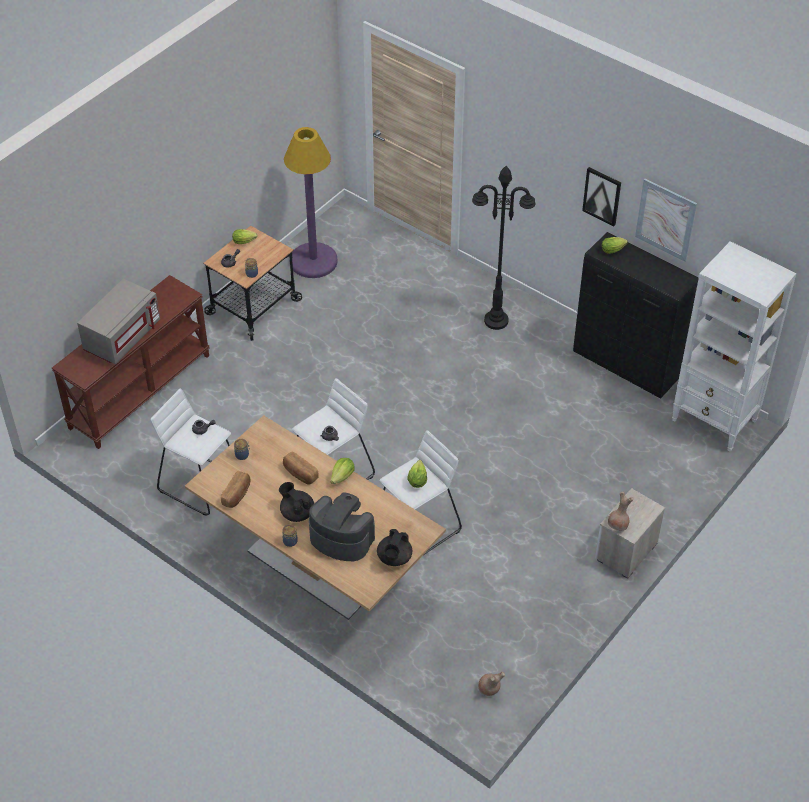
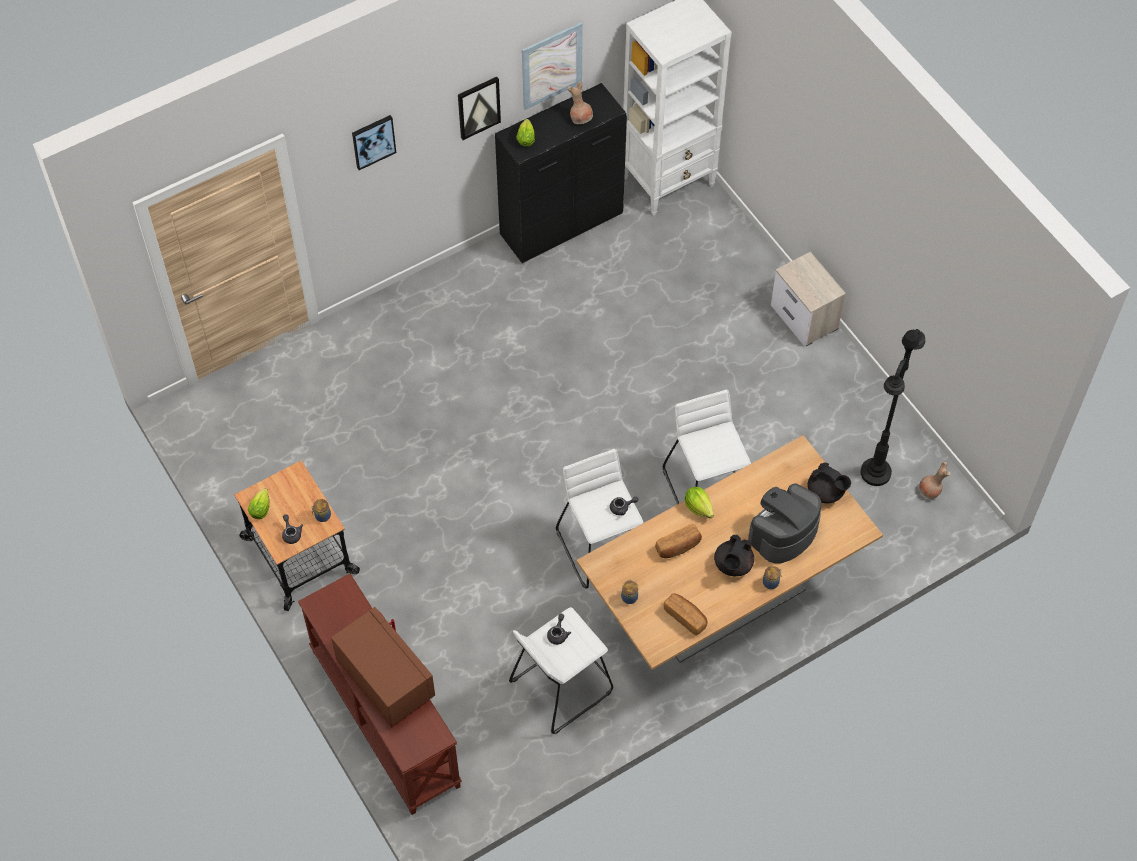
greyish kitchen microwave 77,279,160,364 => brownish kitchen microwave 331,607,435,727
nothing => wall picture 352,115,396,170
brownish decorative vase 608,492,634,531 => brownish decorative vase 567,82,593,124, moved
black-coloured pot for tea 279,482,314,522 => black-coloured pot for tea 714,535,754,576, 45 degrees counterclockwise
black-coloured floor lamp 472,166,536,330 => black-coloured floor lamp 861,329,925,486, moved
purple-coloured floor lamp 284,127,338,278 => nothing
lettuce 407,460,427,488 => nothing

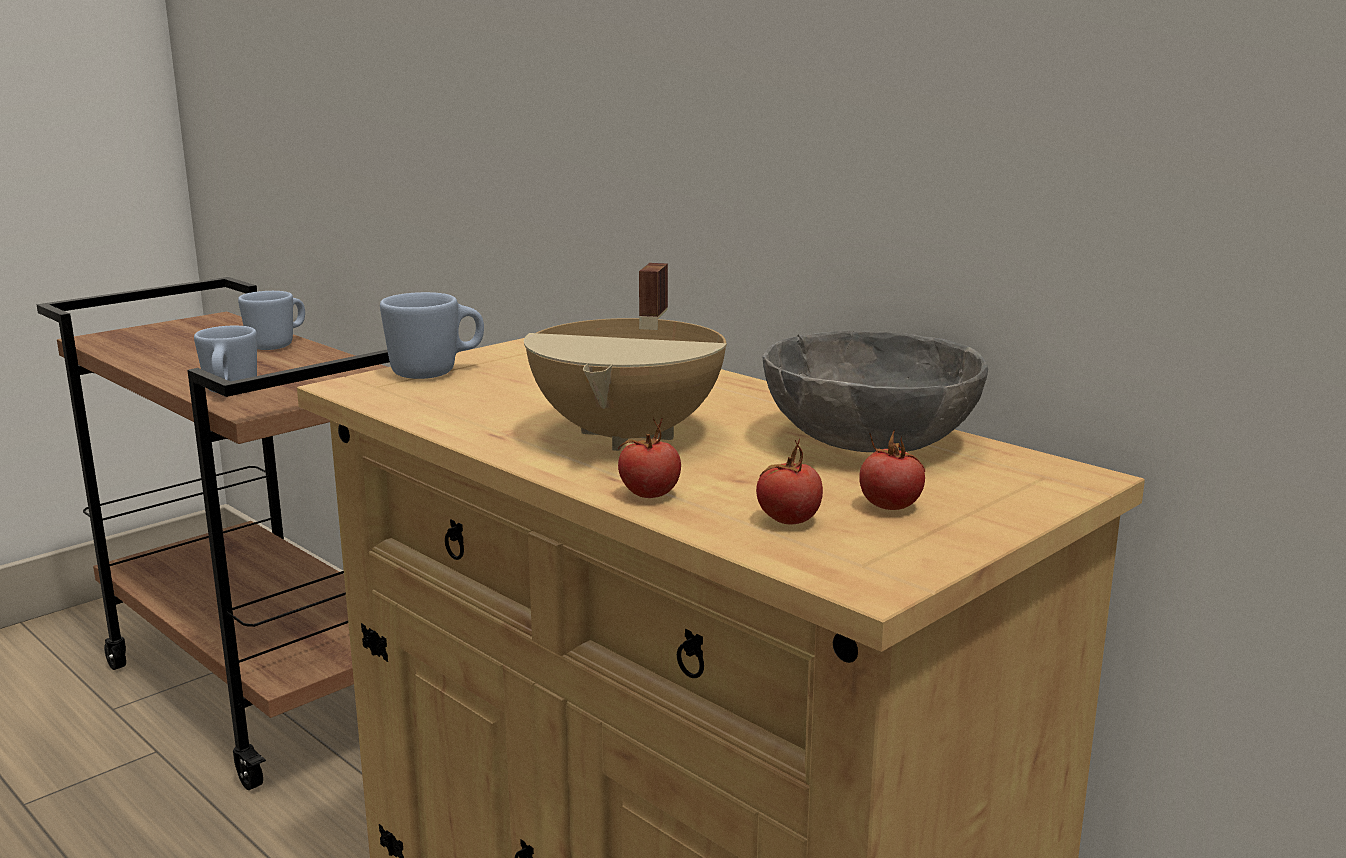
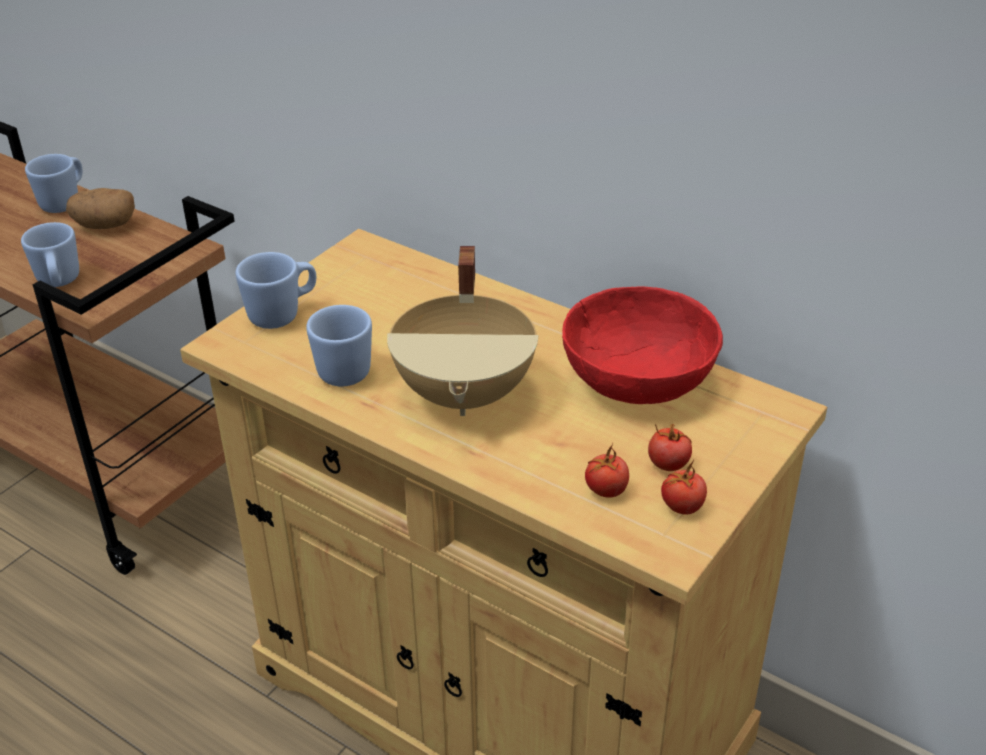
nothing => potato 66,188,135,229
nothing => bluish coffee mug 306,305,372,386
greyish serving bowl 763,330,988,453 => reddish serving bowl 562,286,723,404
tomato 618,418,681,498 => tomato 661,460,707,515, moved

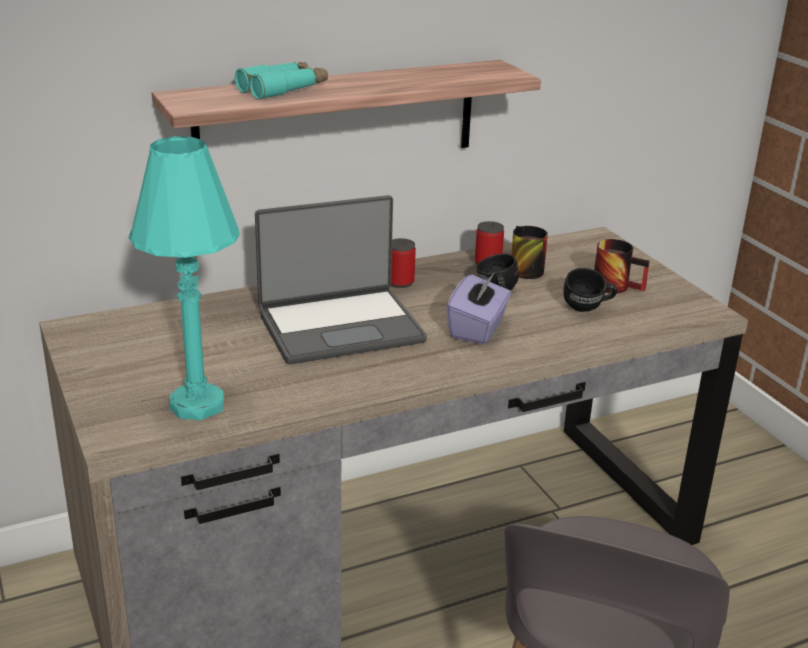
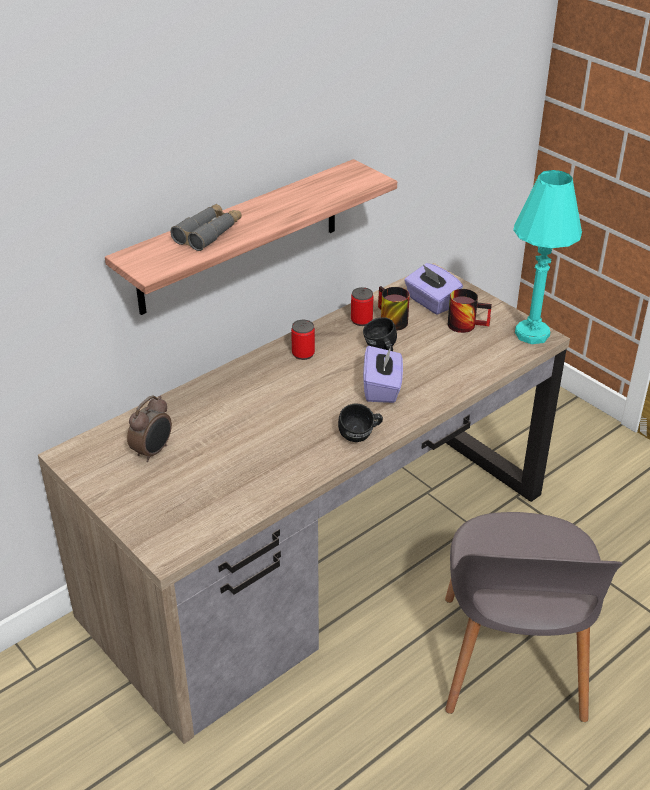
nothing => table clock 127,395,172,462
turquoise binoculars 235,62,328,100 => greyish binoculars 171,204,242,251
black-coloured coffee mug 563,268,617,312 => black-coloured coffee mug 338,403,383,442, moved
nothing => purple-coloured box of tissues 404,263,463,315
turquoise tabletop lamp 128,136,240,420 => turquoise tabletop lamp 513,170,582,344, moved
portable computer 255,195,427,364 => nothing

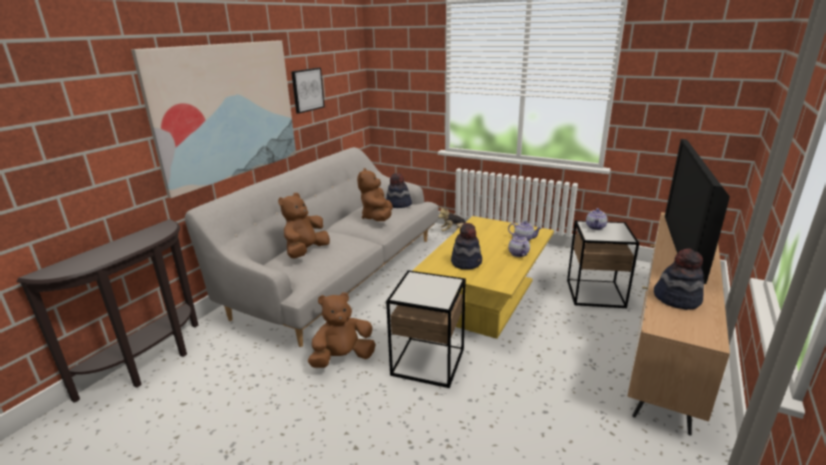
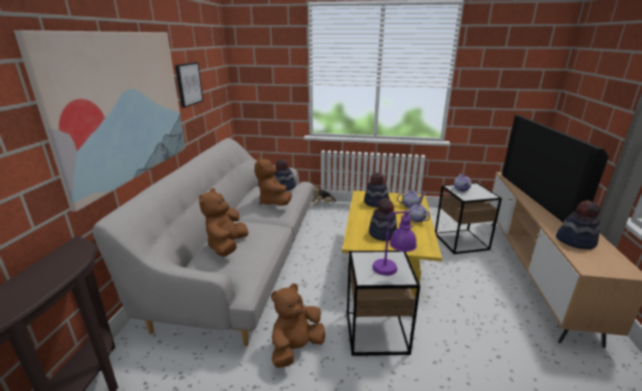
nothing => clothing hat 364,173,390,207
nothing => purple-coloured tabletop lamp 372,210,418,276

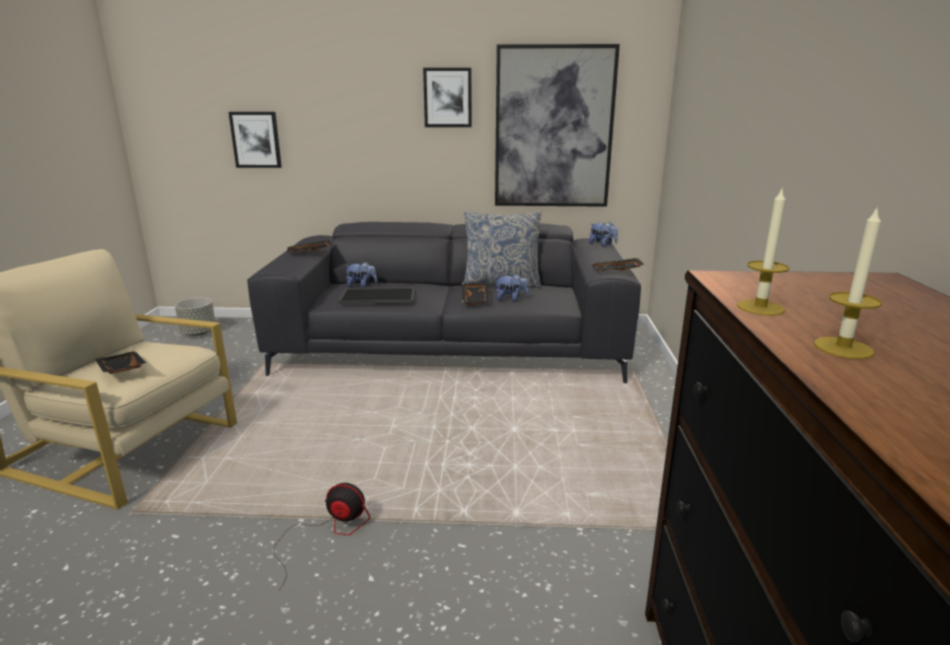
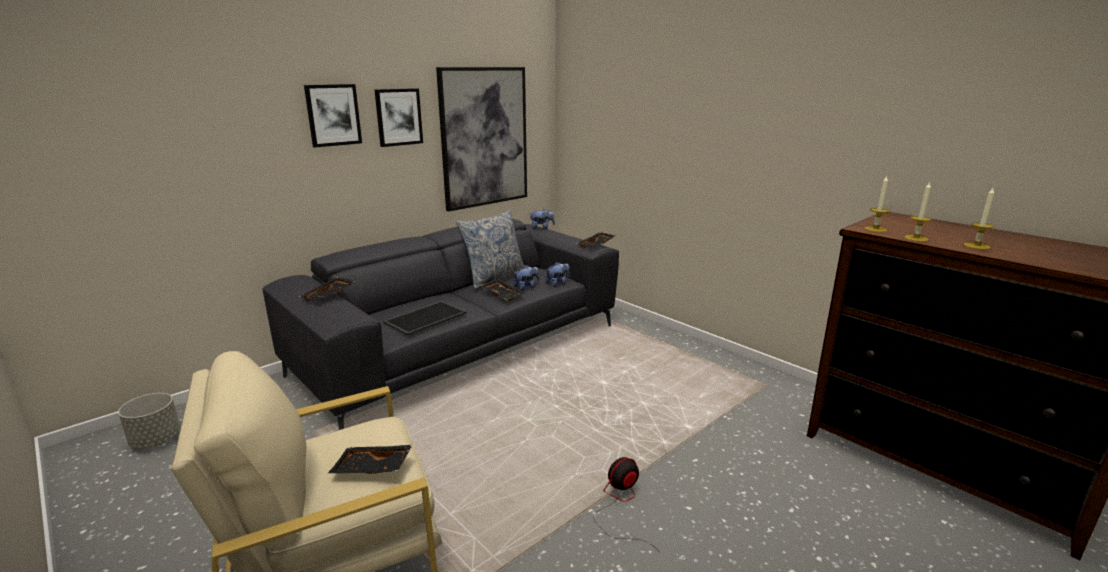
wall picture 229,112,282,168 => wall picture 304,84,362,148, moved
soft toy 346,261,377,288 => soft toy 545,262,570,287, moved
nothing => candle 865,176,890,232

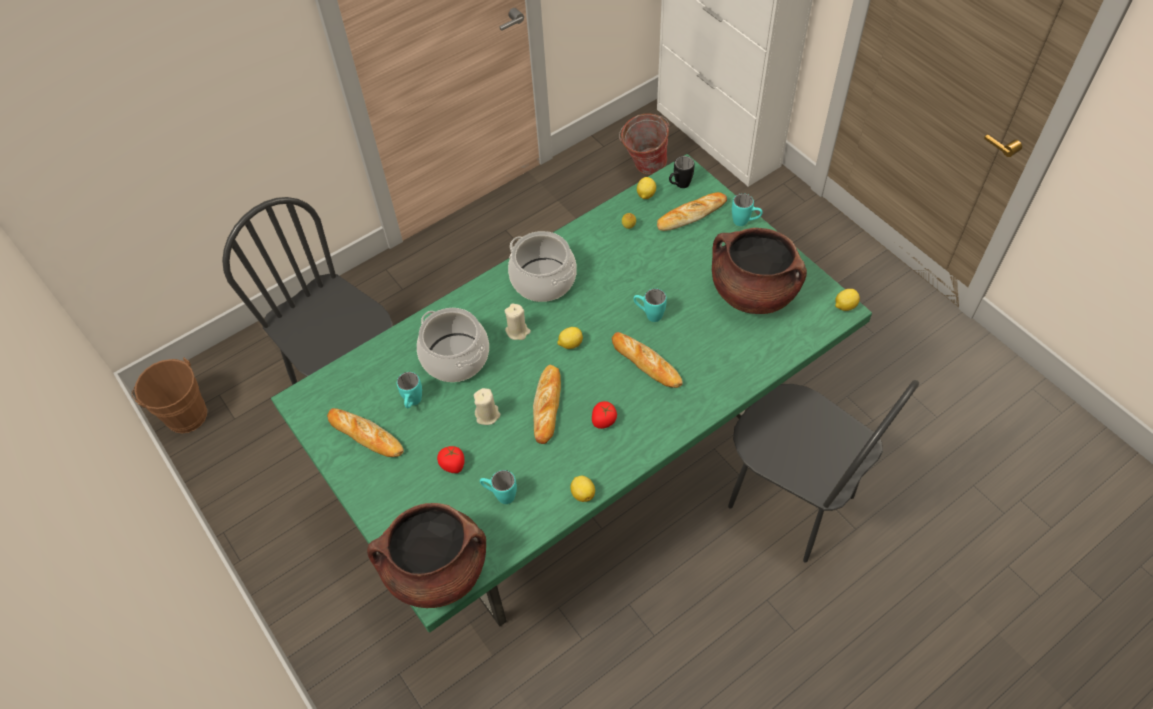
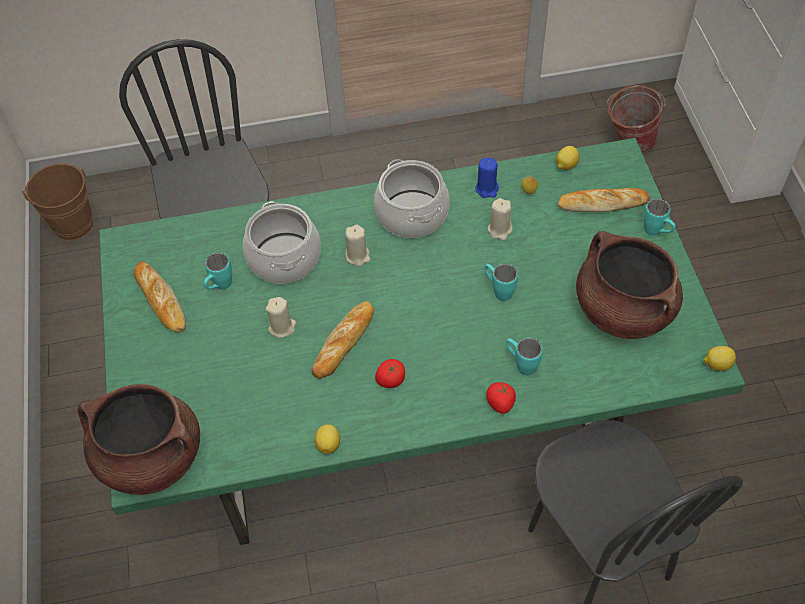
nothing => bluish candle 475,158,499,198
tomato 437,446,464,473 => tomato 486,382,516,414, moved
nothing => beige-coloured candle 488,198,513,240
turquoise coffee mug 480,470,517,504 => turquoise coffee mug 506,338,543,376, moved
whole lemon 557,327,583,349 => nothing
bread 612,332,683,388 => nothing
black-coloured coffee mug 669,156,695,188 => nothing

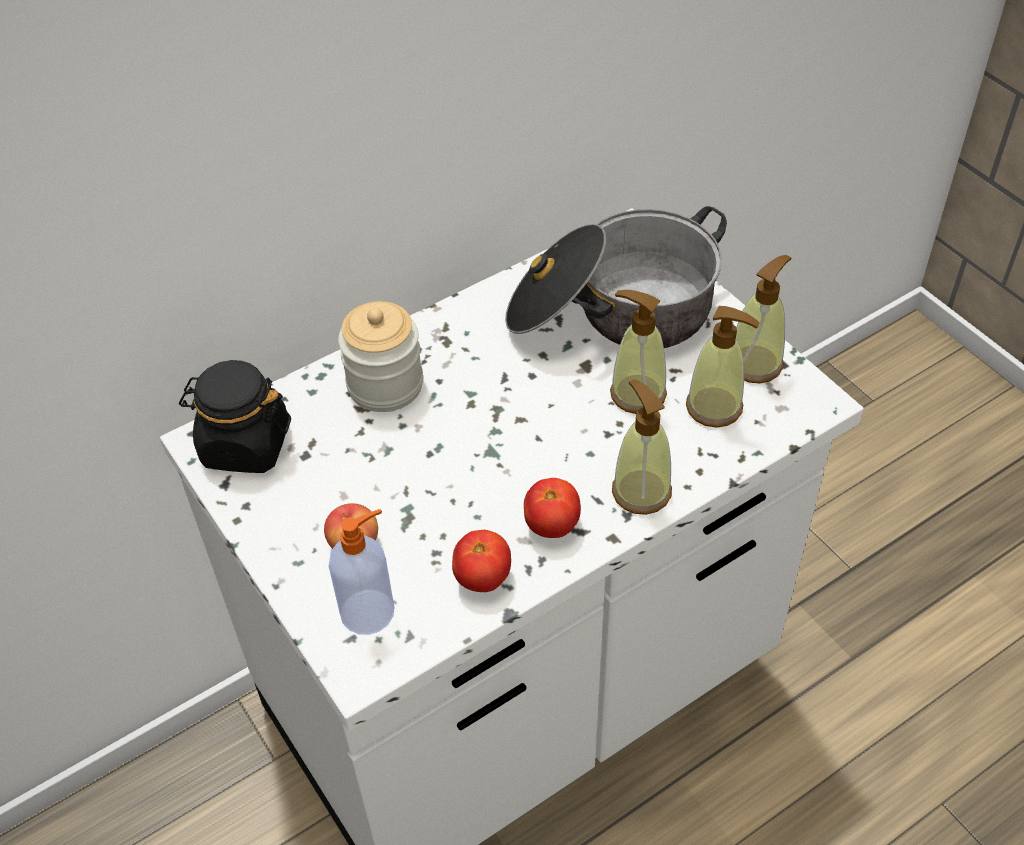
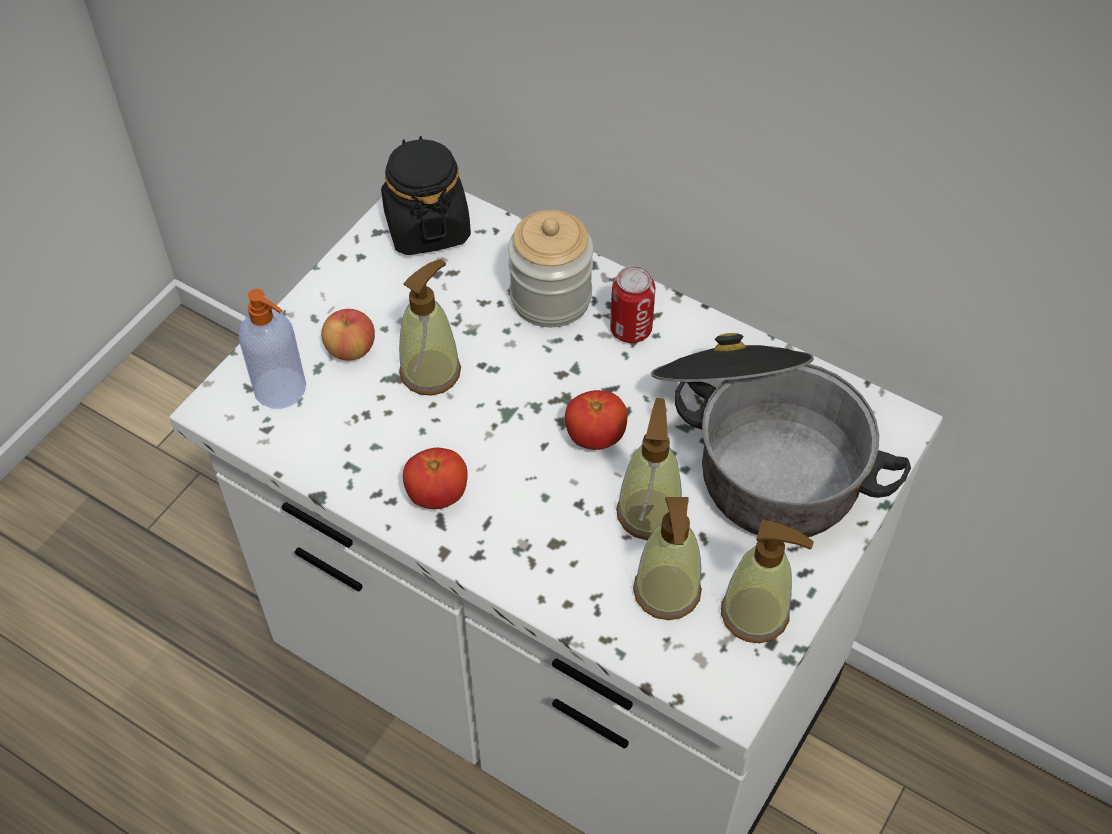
soap dispenser 612,379,672,515 => soap dispenser 399,259,461,396, moved
tomato 452,530,511,592 => tomato 565,390,627,450, moved
nothing => metal can 610,266,655,343

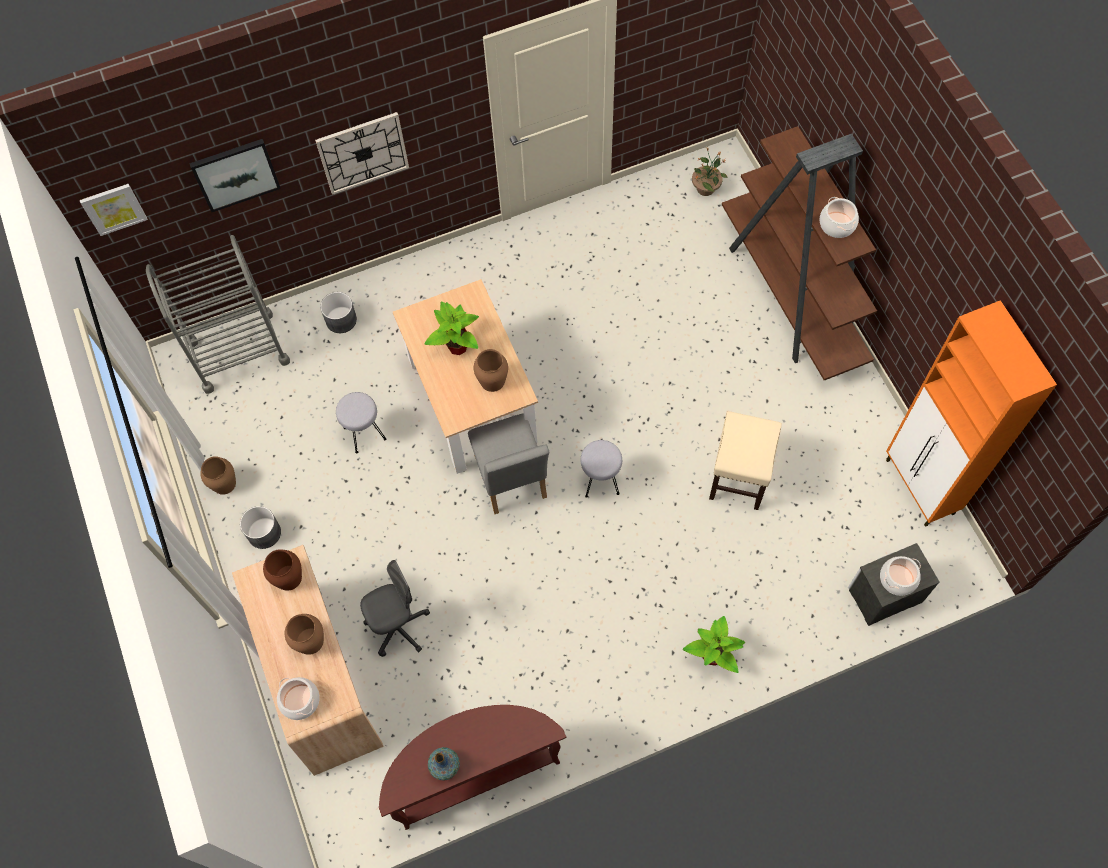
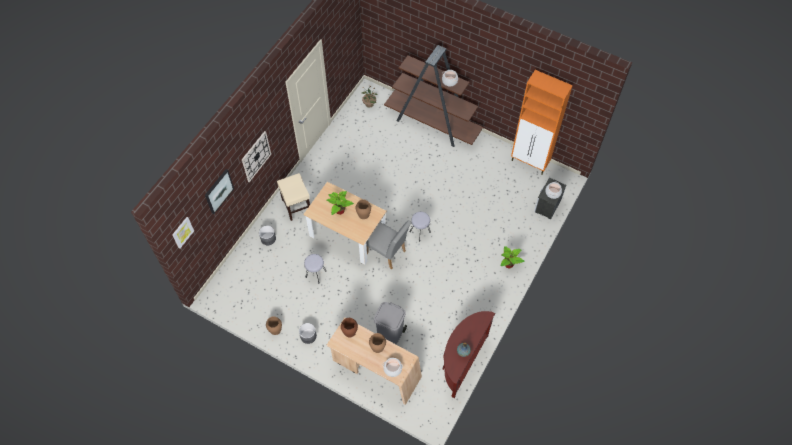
beige-coloured stool 709,411,782,510 => beige-coloured stool 277,173,310,221, moved
greyish desk chair 360,560,430,657 => greyish waste bin 374,302,407,344
greyish wheeled cart 146,235,290,394 => nothing

